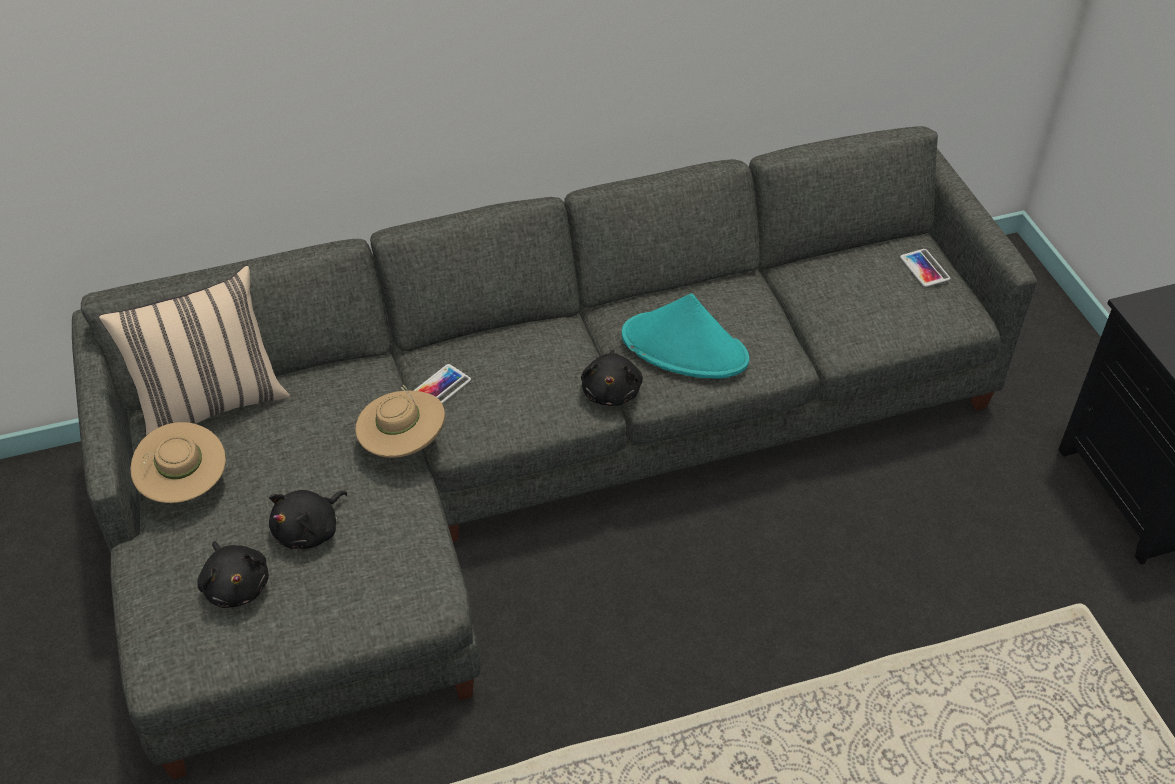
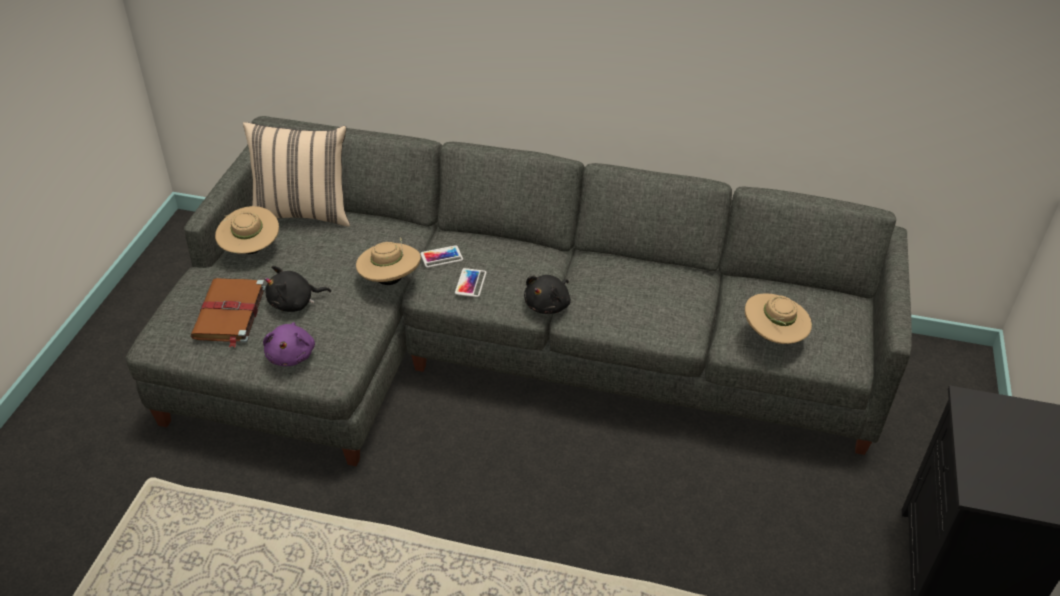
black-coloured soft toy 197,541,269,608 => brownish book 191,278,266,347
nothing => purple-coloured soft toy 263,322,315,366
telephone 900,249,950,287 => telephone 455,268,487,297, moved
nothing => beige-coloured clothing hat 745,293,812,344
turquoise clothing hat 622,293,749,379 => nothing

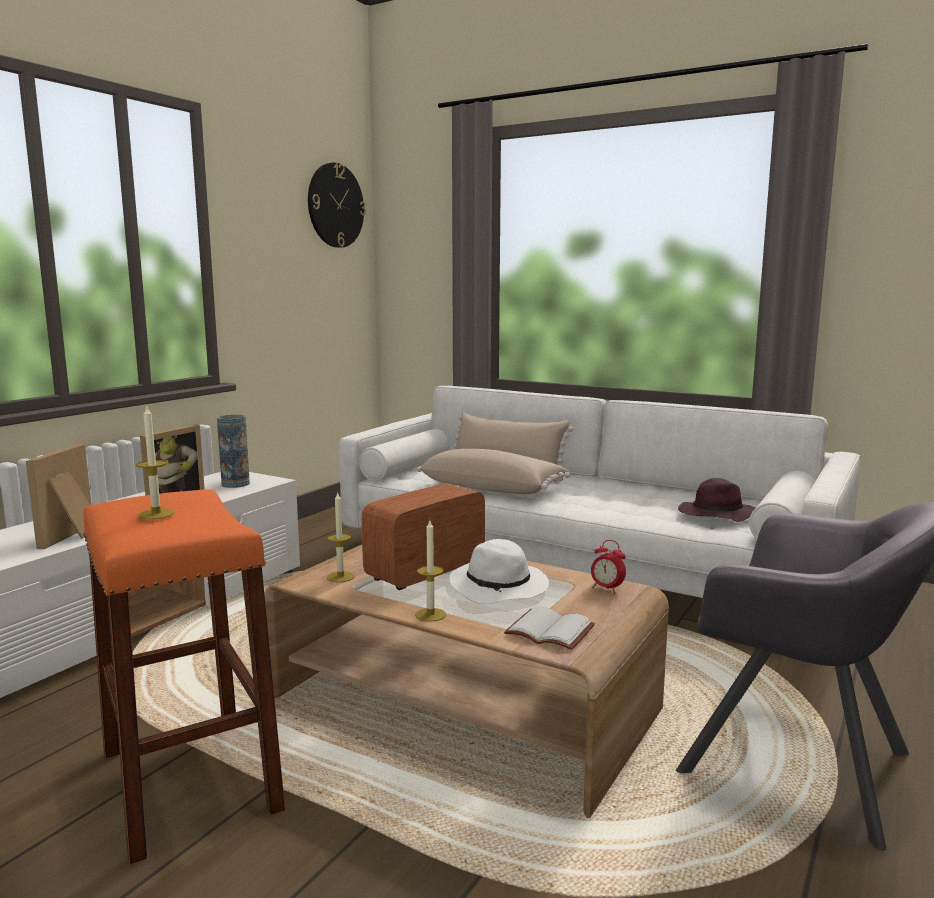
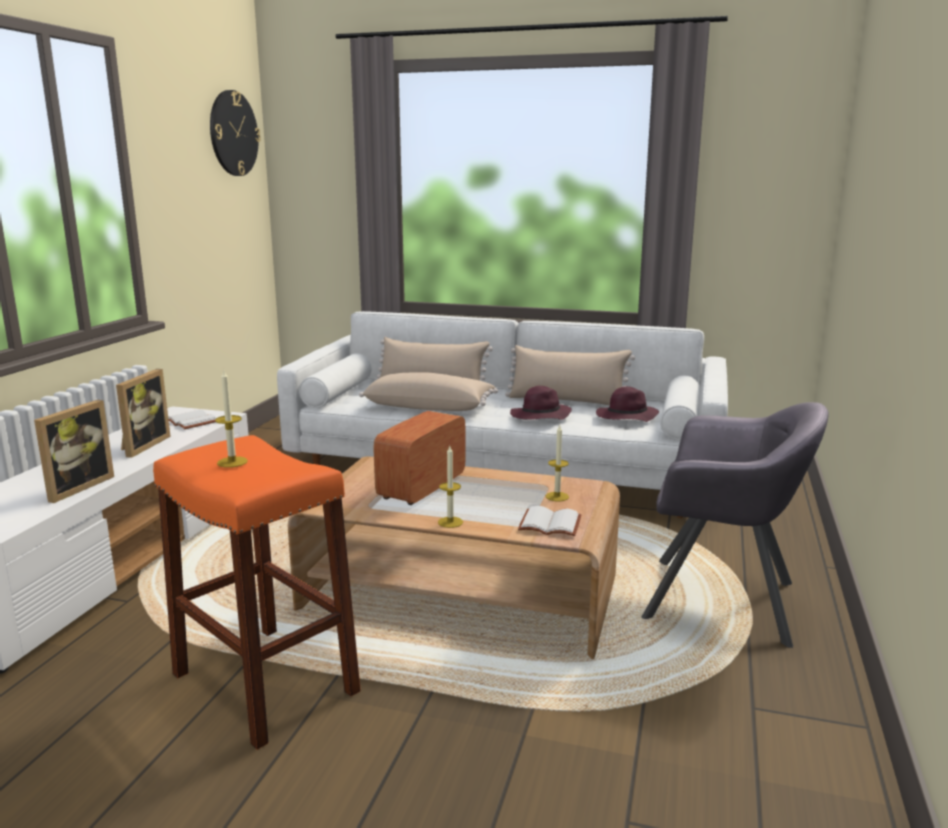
picture frame 26,444,91,549 => picture frame 34,400,114,503, 150 degrees counterclockwise
decorative vase 217,415,250,488 => white-coloured book 168,410,216,429
nothing => beige-coloured cushion 505,345,635,406
nothing => purple-coloured clothing hat 510,386,572,420
candle 327,491,354,582 => candle 546,425,569,501, moved
white-coloured clothing hat 449,539,549,604 => nothing
table clock 591,540,626,593 => nothing

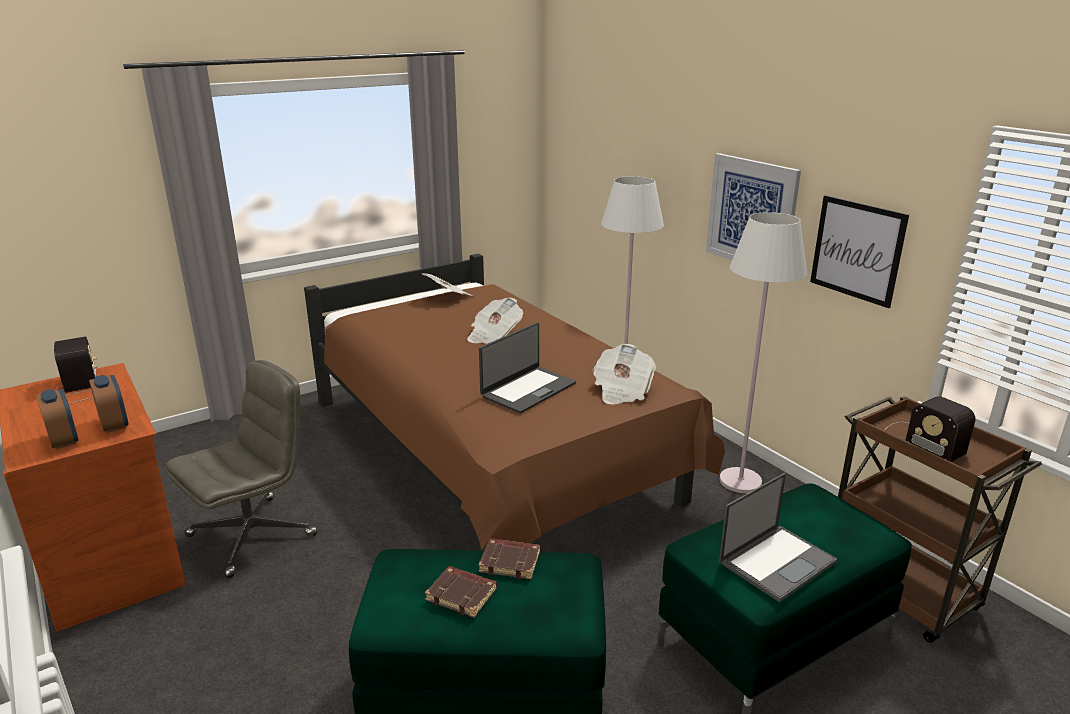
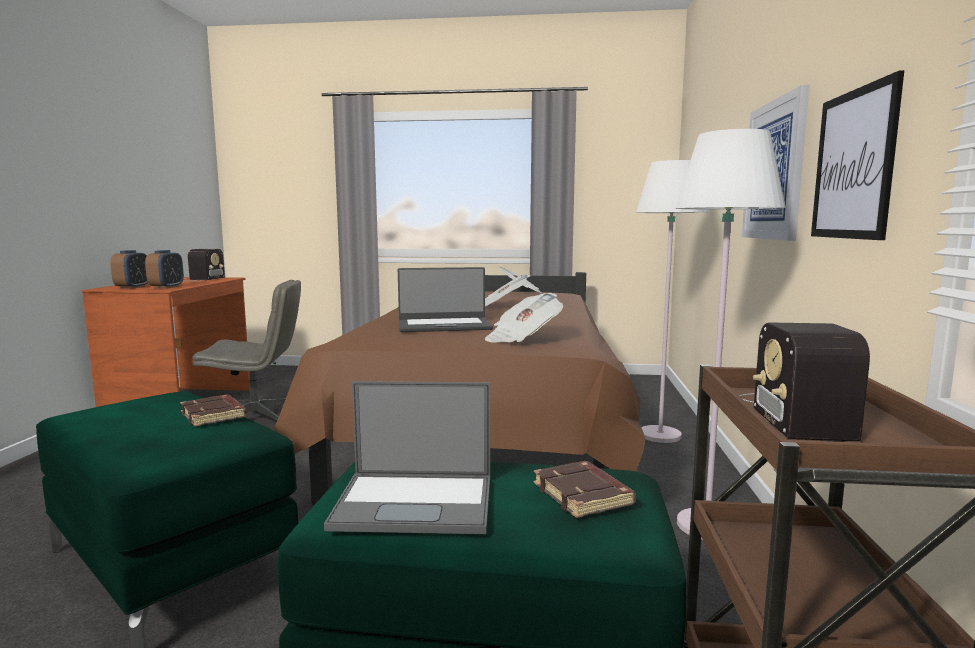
brownish book 425,566,497,618 => brownish book 533,461,636,518, moved

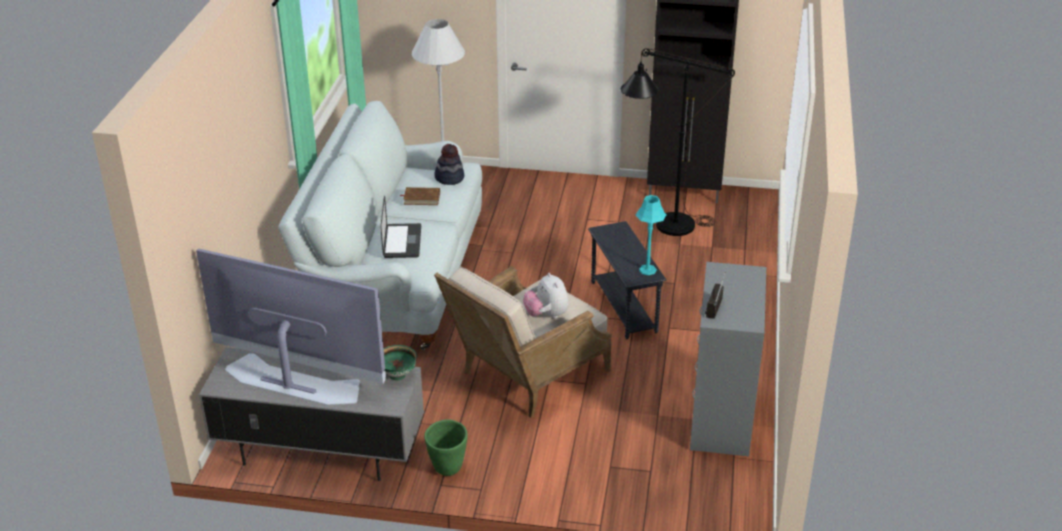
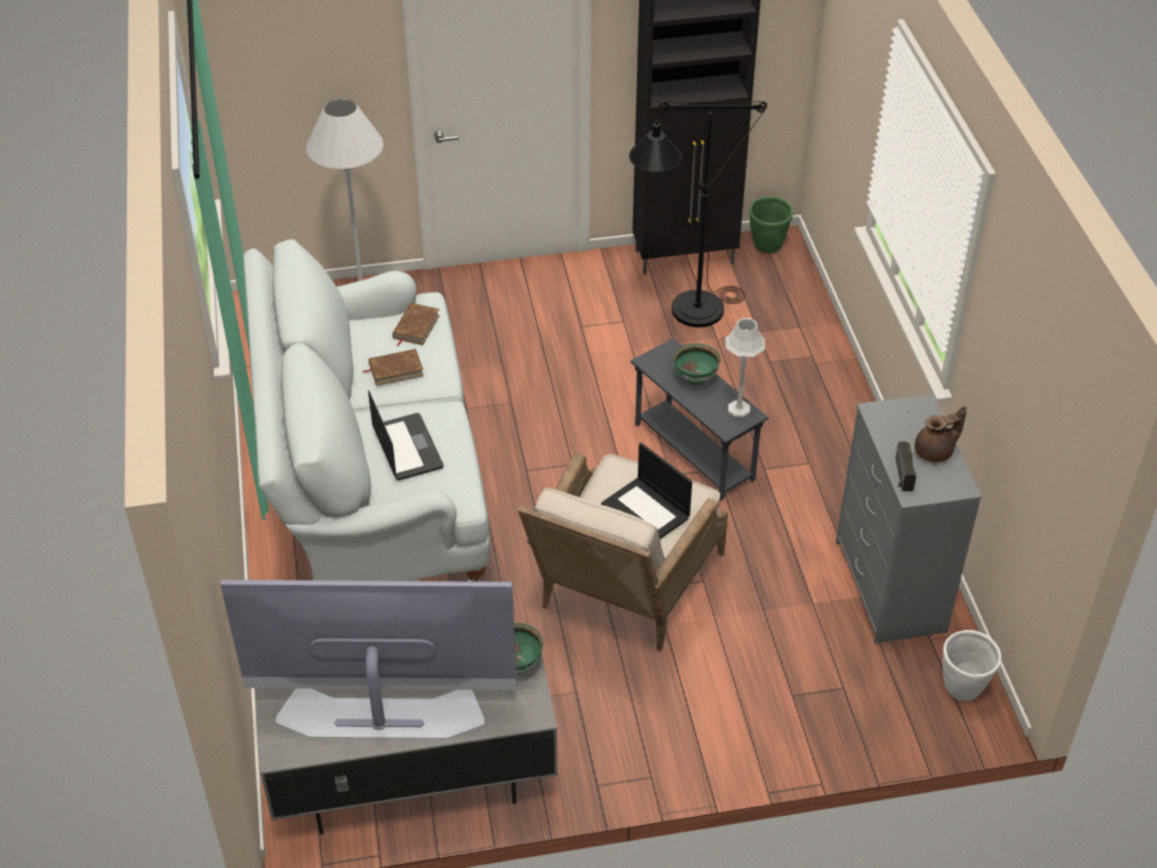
clothing hat 434,144,464,185 => brownish book 392,303,440,346
soft toy 523,273,568,318 => portable computer 601,443,692,539
nothing => green serving bowl 673,343,720,385
turquoise tabletop lamp 636,195,666,275 => greyish tabletop lamp 726,318,765,417
green planter 424,419,468,476 => green planter 749,196,793,253, moved
nothing => brownish pot for tea 915,406,967,462
nothing => white-coloured planter 942,630,1001,701

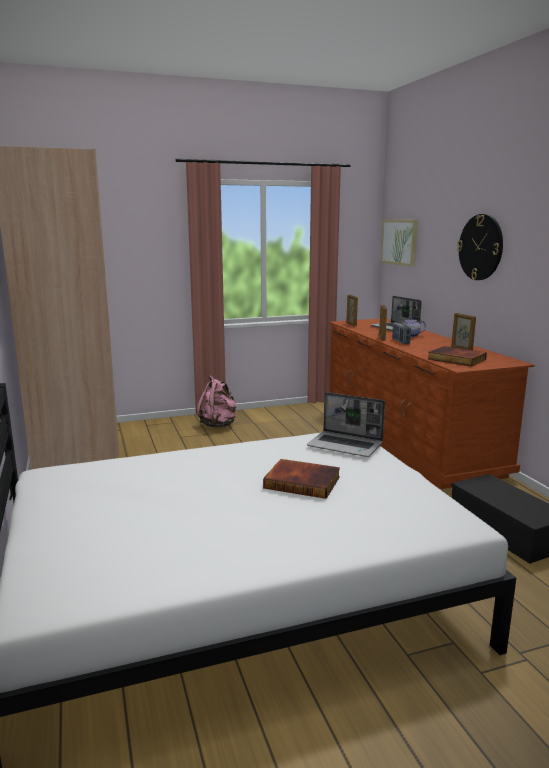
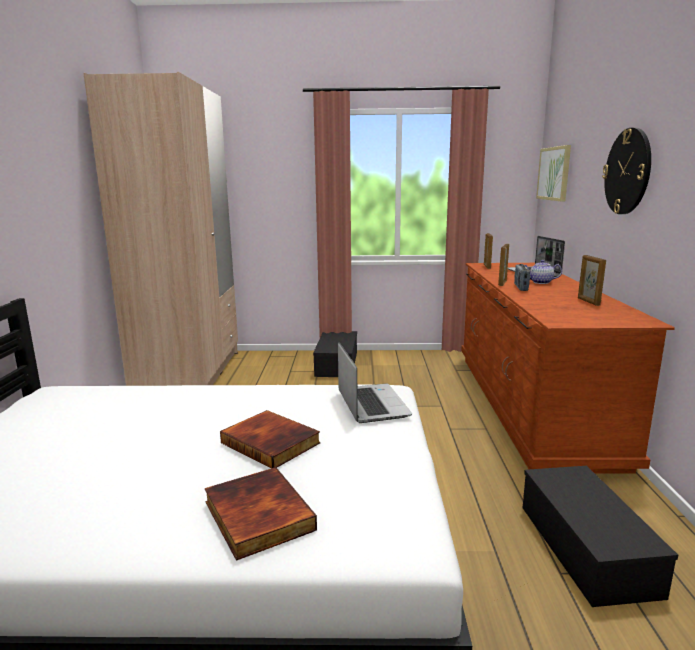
book 428,346,487,366 => book 205,467,317,561, moved
pink-coloured knapsack 197,375,236,427 => black-coloured storage box 313,331,357,377
portable computer 307,392,385,457 => portable computer 338,342,412,423, 150 degrees counterclockwise

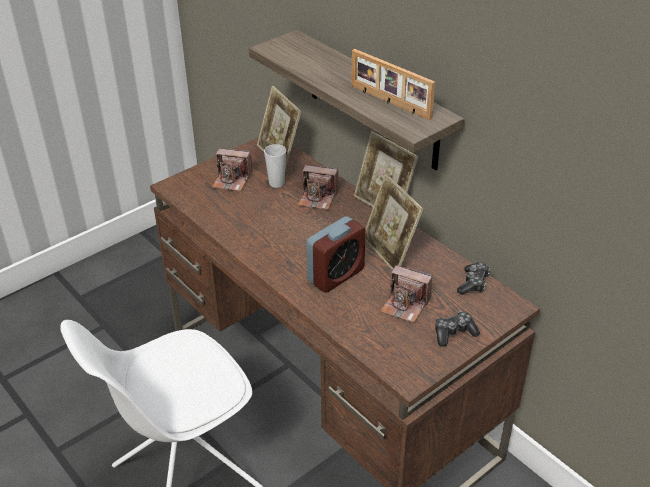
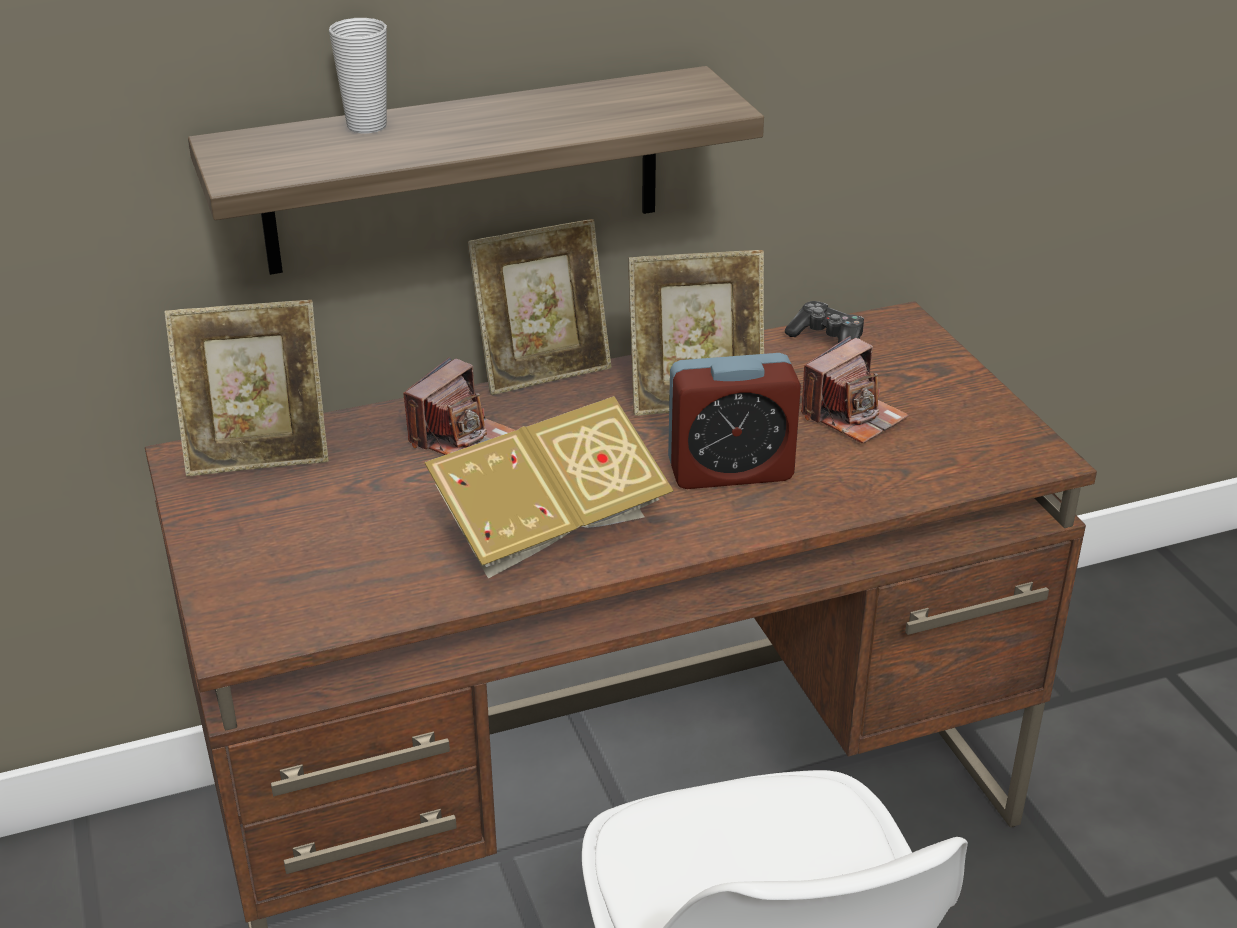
small cup 264,144,286,188 => small cup 329,18,387,134, moved
nothing => book 425,396,674,579
table clock 307,216,366,293 => table clock 668,353,801,489, 105 degrees clockwise
still camera 212,148,252,191 => nothing
picture frame 351,49,435,120 => nothing
joypad 435,311,480,347 => nothing

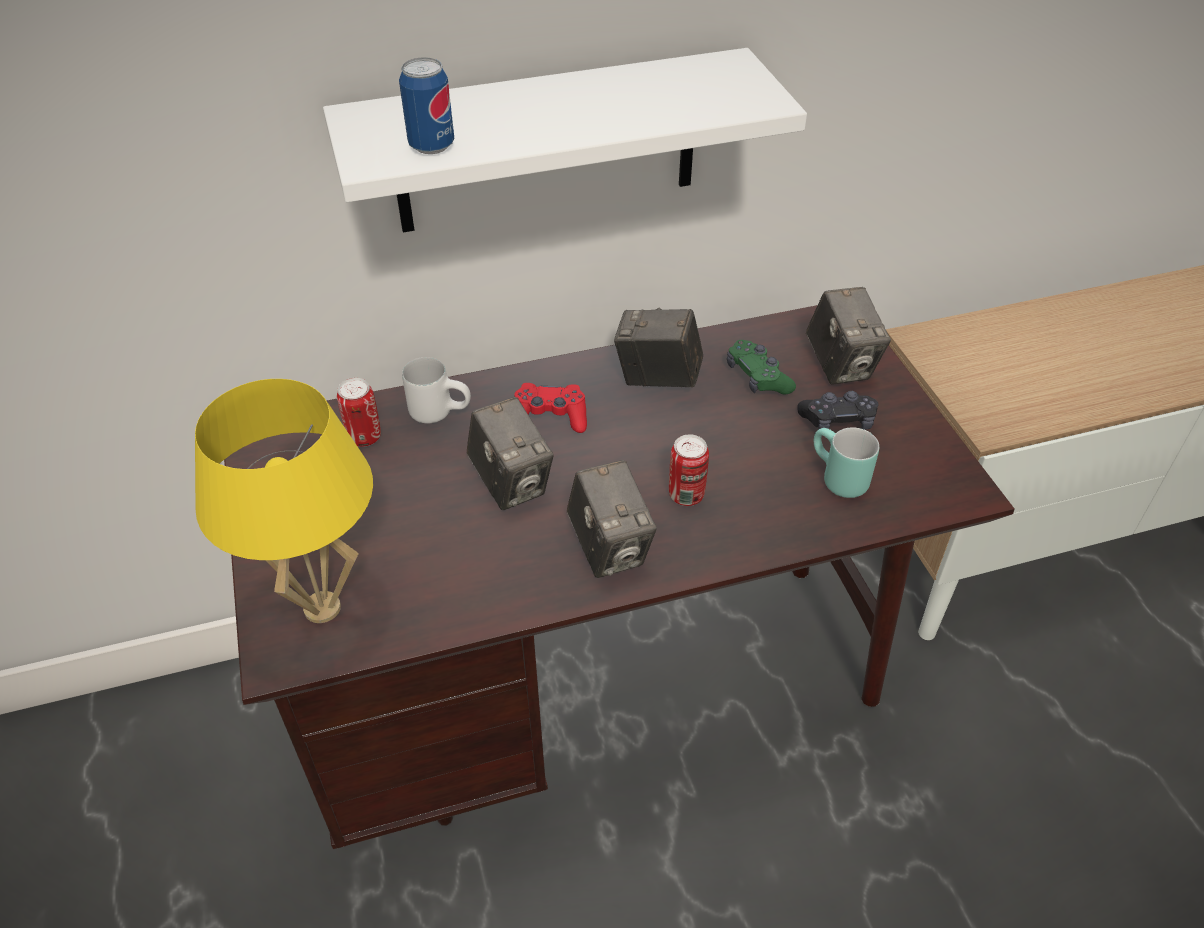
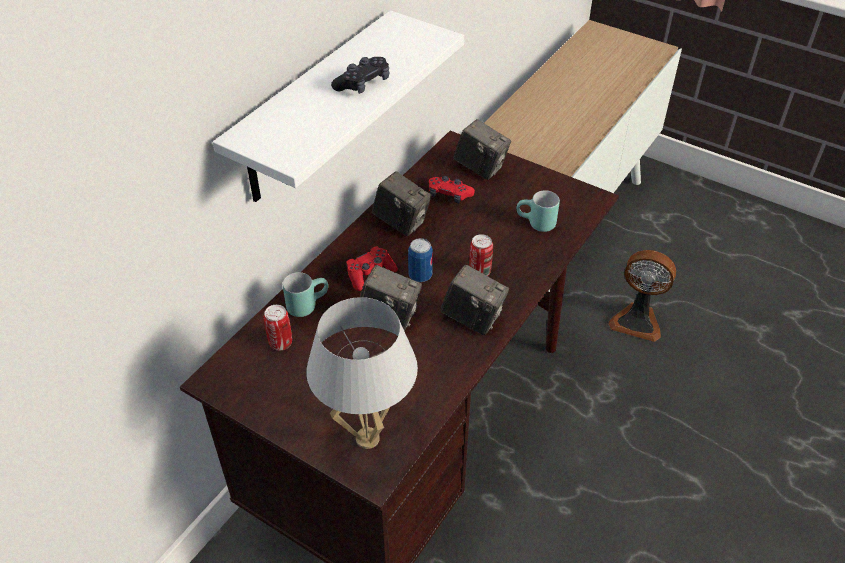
white-coloured coffee mug 402,357,471,424 => turquoise coffee mug 283,272,328,317
yellow tabletop lamp 195,379,373,623 => white-coloured tabletop lamp 306,297,418,449
black-coloured joypad 797,391,879,430 => black-coloured joypad 331,57,390,94, moved
still camera 614,307,703,388 => still camera 372,171,432,236, 120 degrees counterclockwise
metal can 399,57,454,154 => metal can 408,238,433,282, moved
green joypad 727,340,796,394 => reddish joypad 429,176,475,203
nothing => fan 609,250,676,342

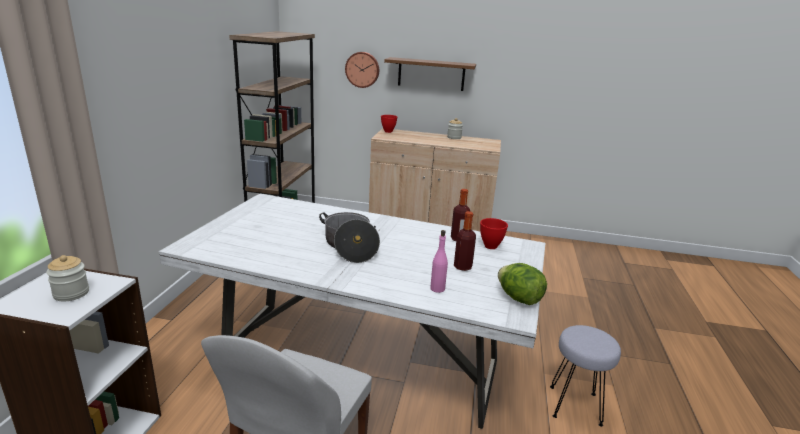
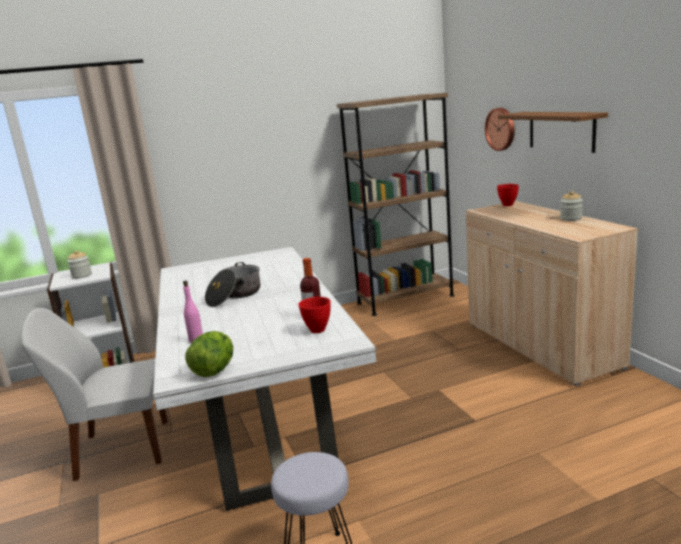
bottle 454,211,476,271 => nothing

